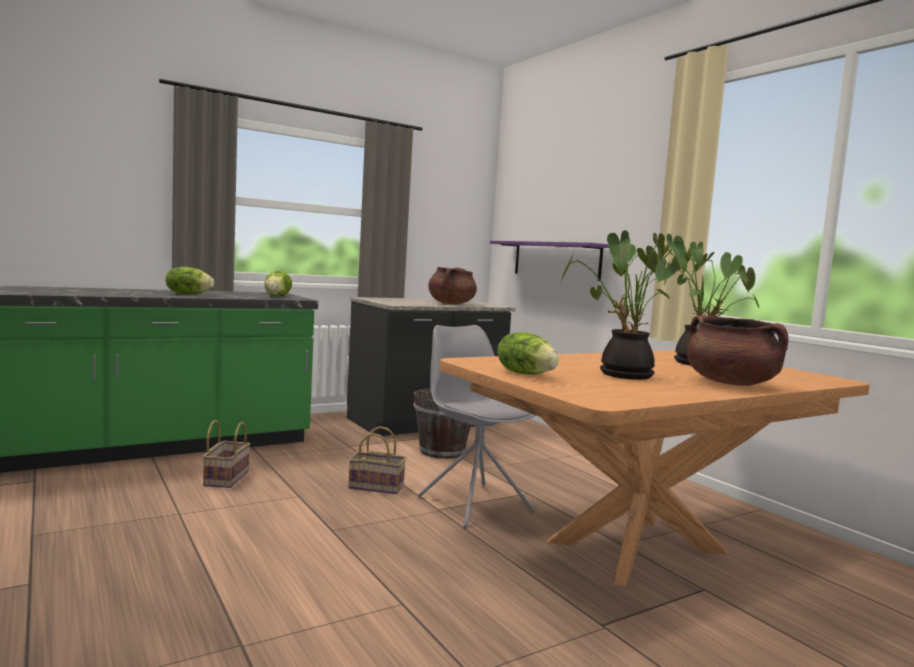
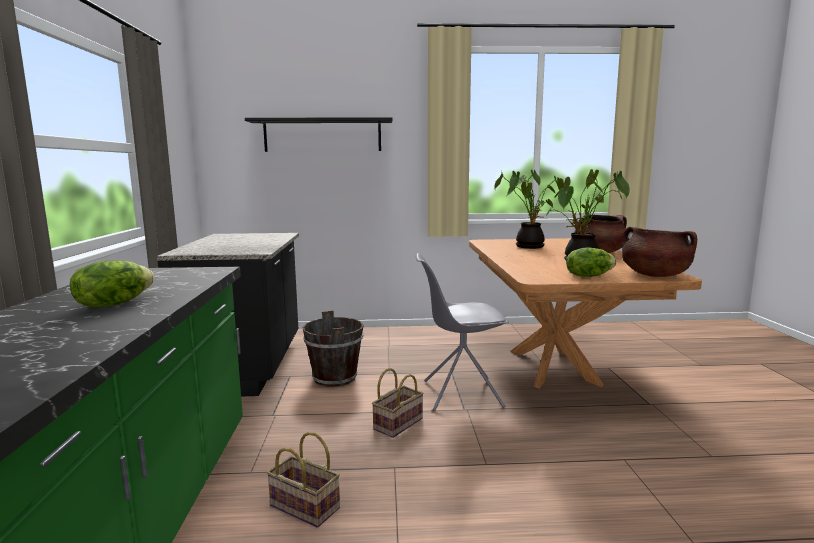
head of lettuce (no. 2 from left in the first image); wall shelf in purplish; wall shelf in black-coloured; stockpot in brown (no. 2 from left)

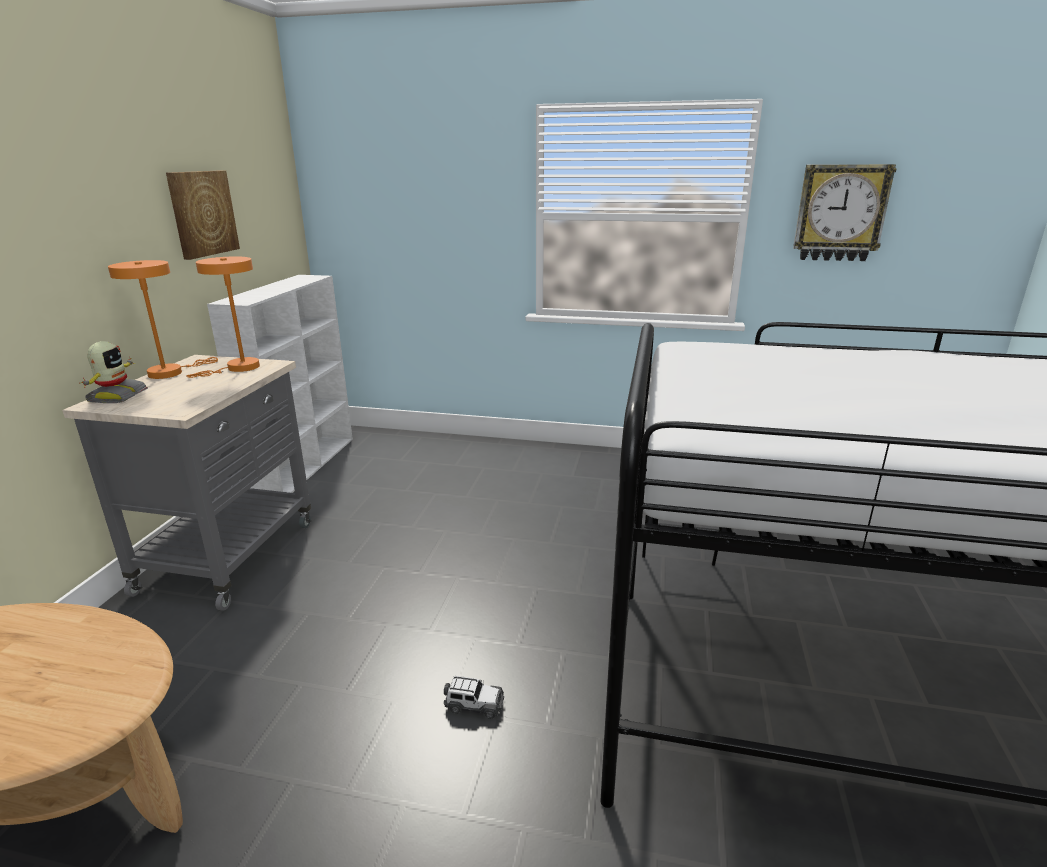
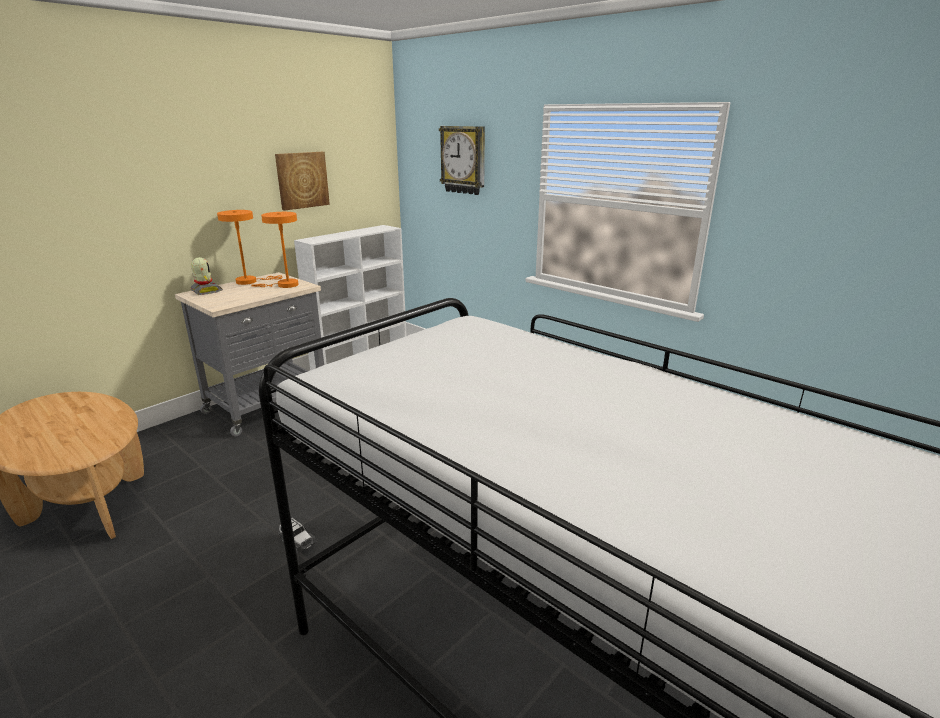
wall clock; model robot

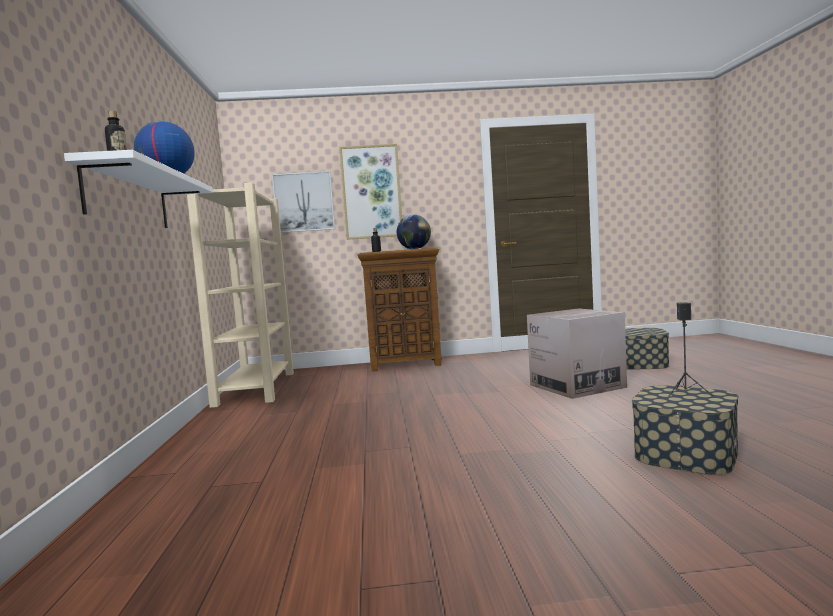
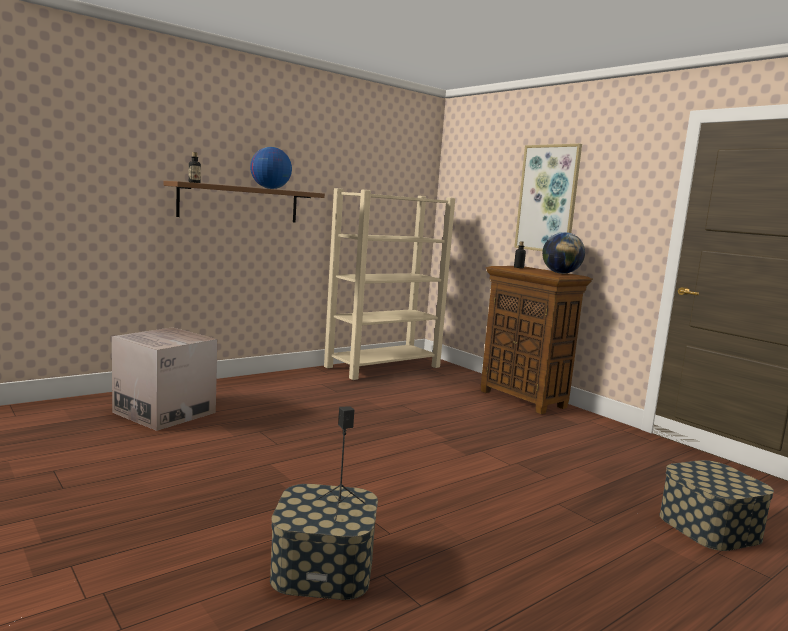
wall art (no. 1 from left in the first image); packing box; wall shelf in brown

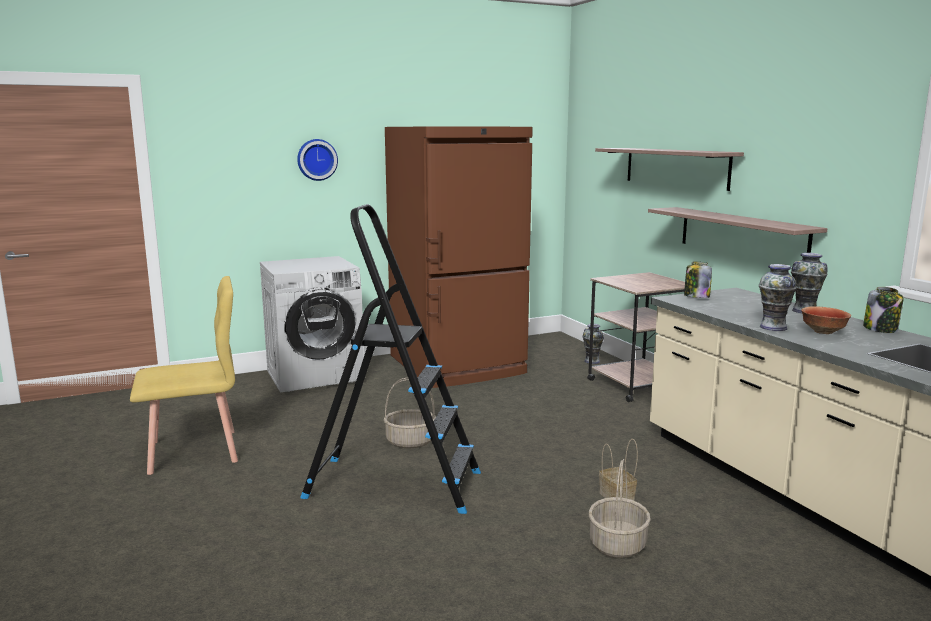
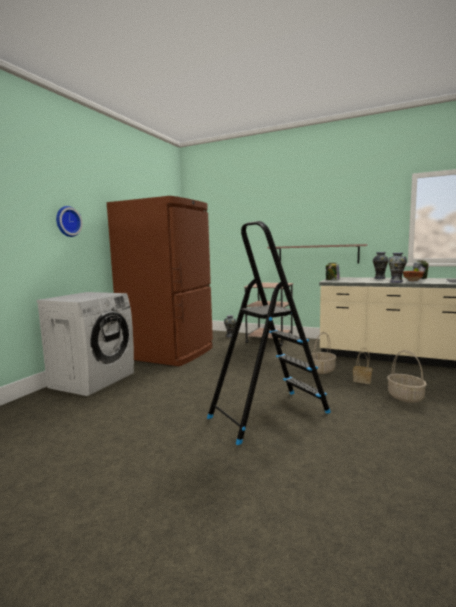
plain chair in yellow; wall shelf (no. 1 from left in the first image); storage basket (no. 1 from left)

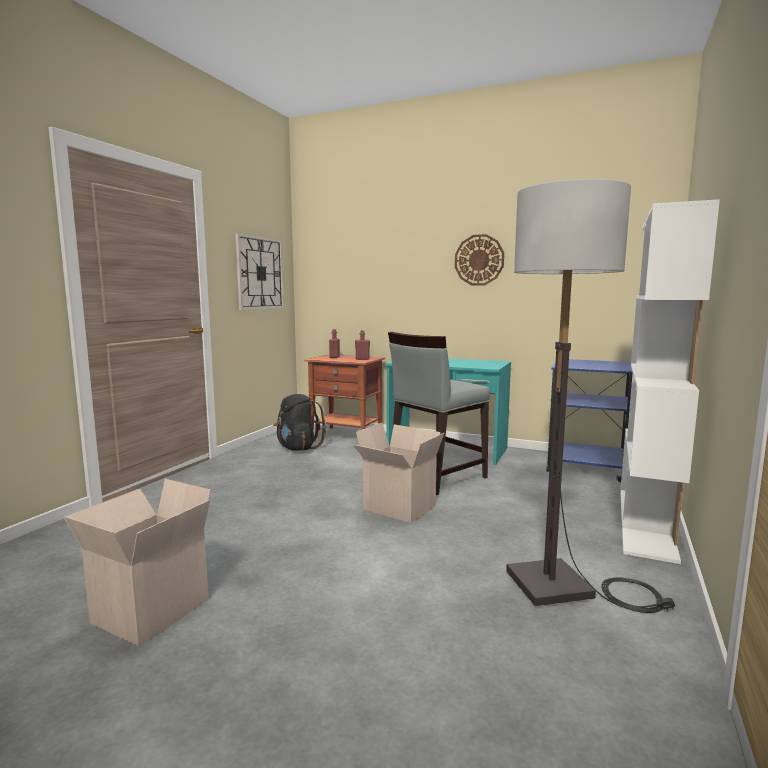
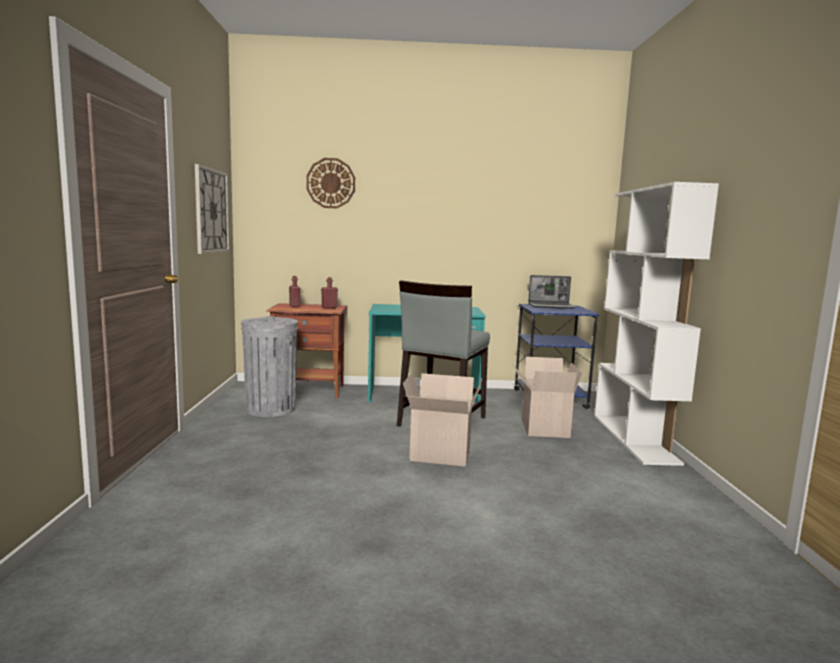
standard lamp; portable computer; packing box (no. 2 from left); wall clock (no. 2 from left); rubbish bin in gray

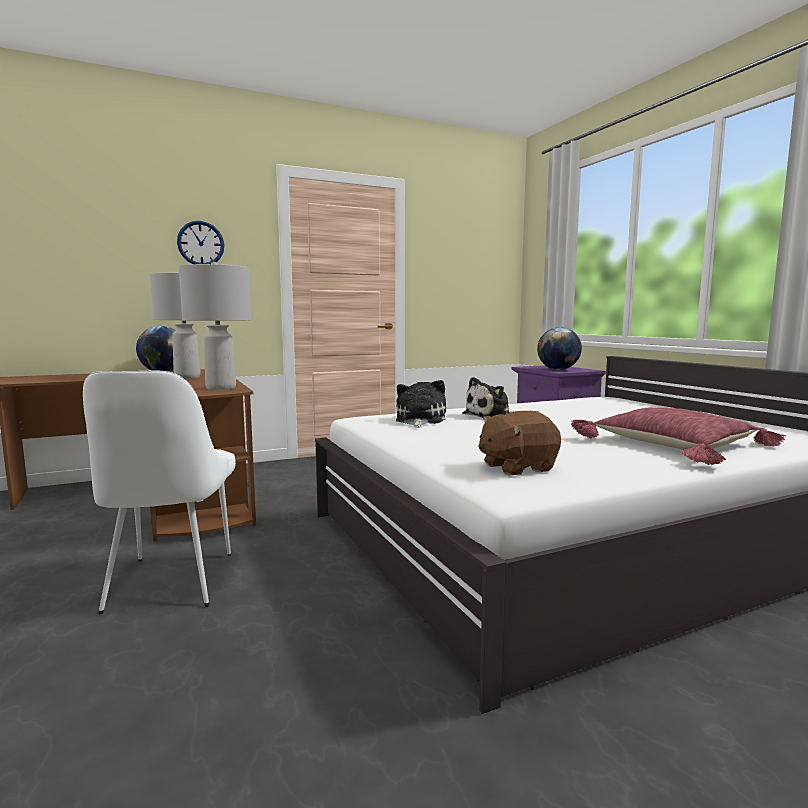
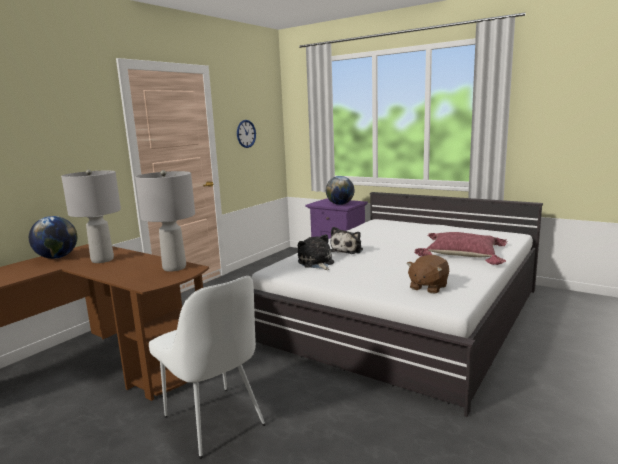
wall clock

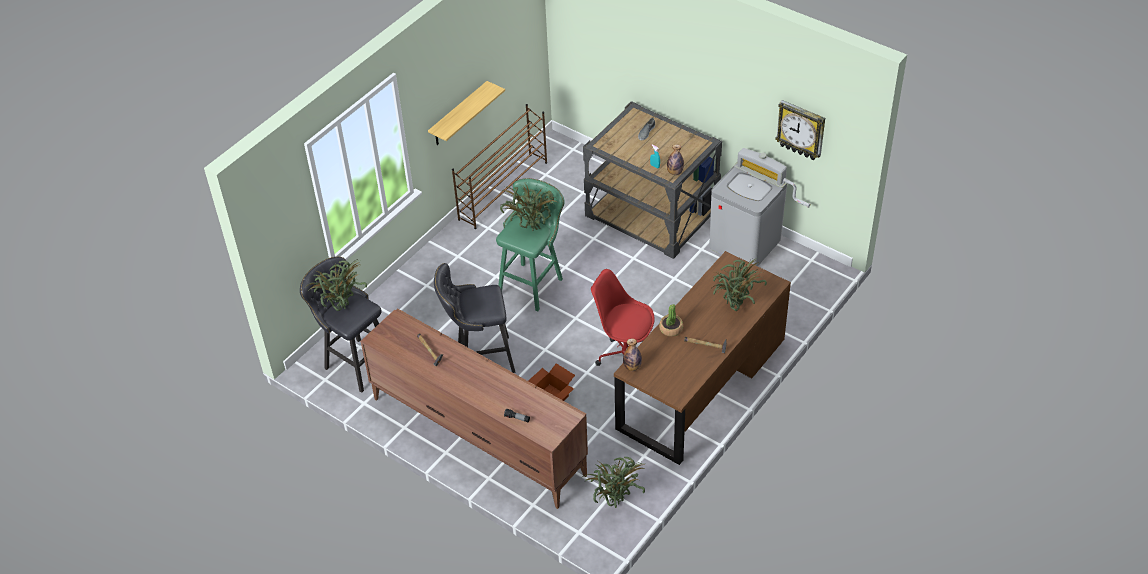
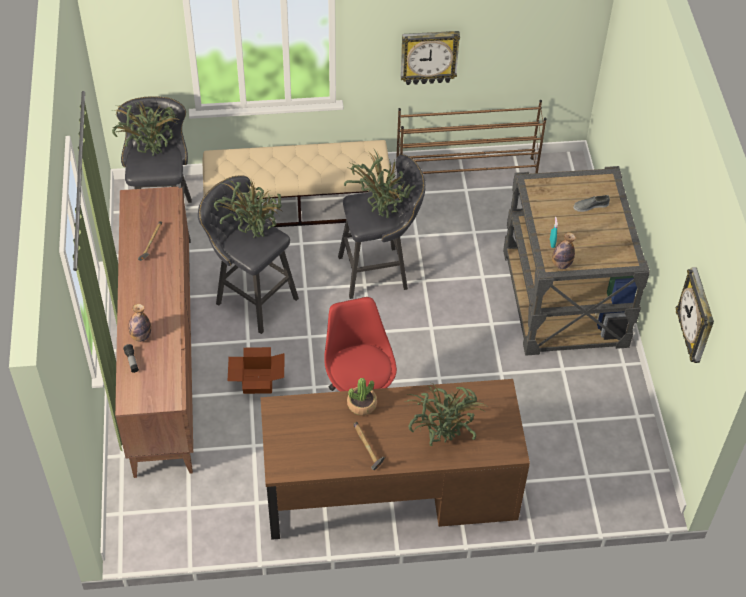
laundry appliance in gray; long seat in sand-coloured; houseplant (no. 2 from left); bottle (no. 1 from left); wall clock (no. 1 from left); stool in black-coloured (no. 3 from left)

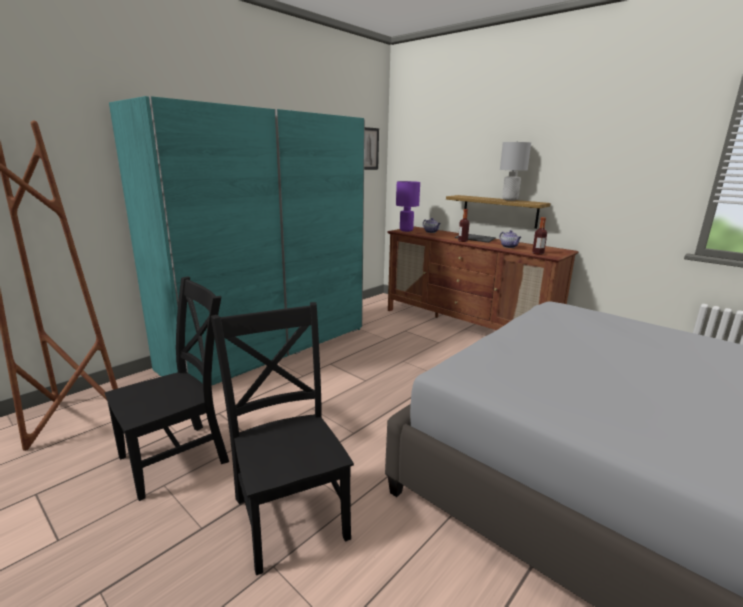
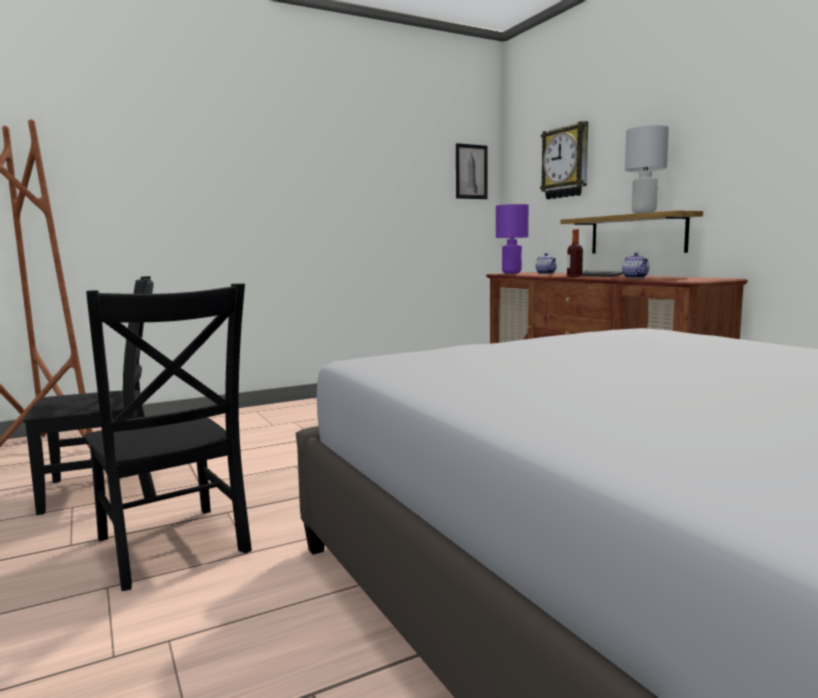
clothes cupboard in blue-green; bottle (no. 2 from left in the first image); wall clock; plain chair in black-coloured (no. 2 from left)

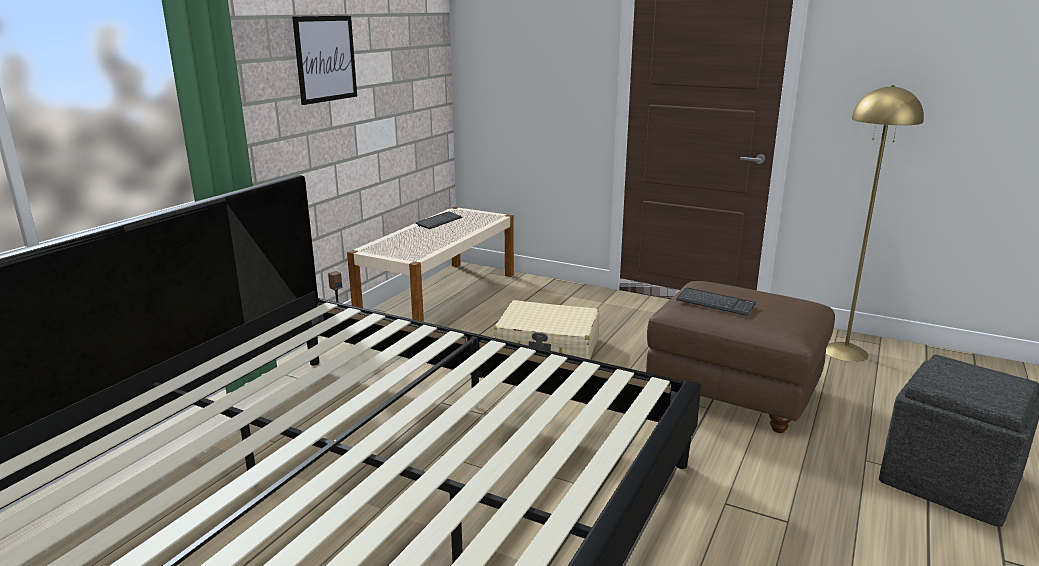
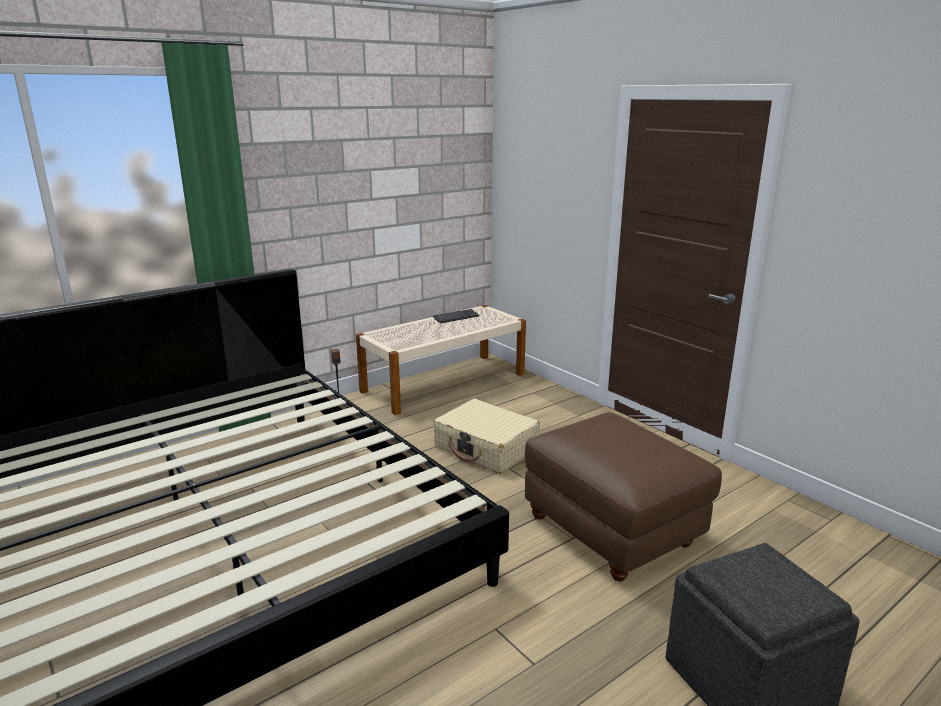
wall art; keyboard (no. 2 from left in the first image); standard lamp in yellow

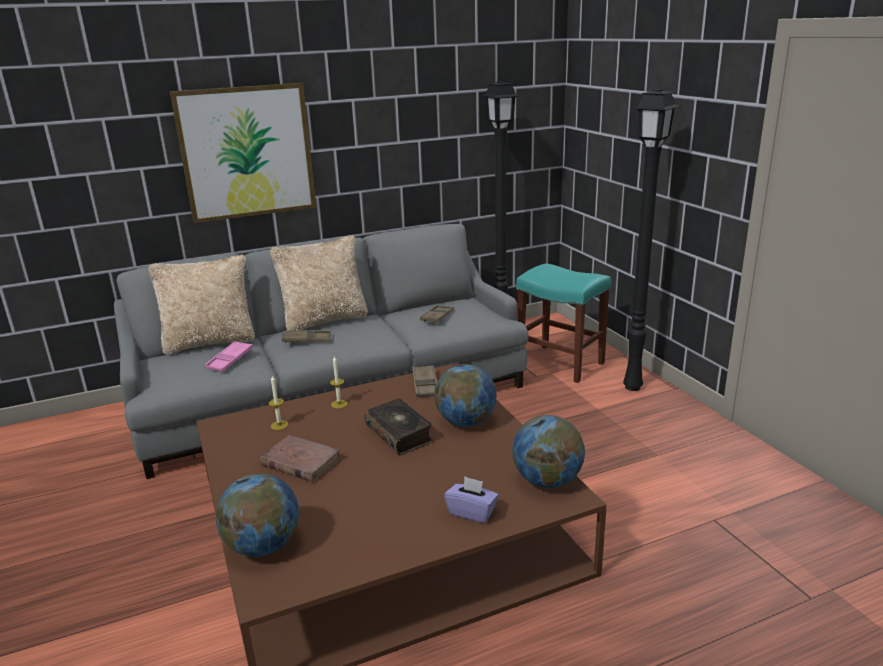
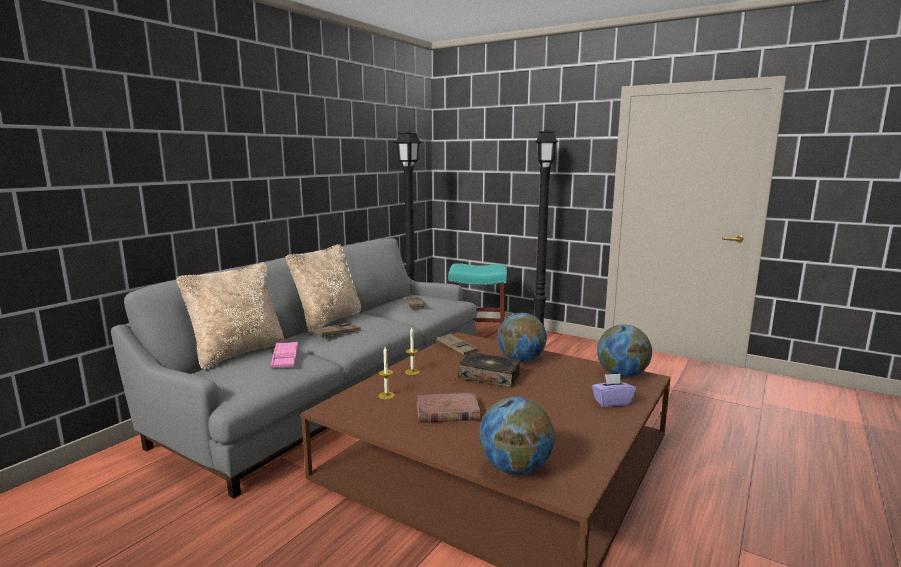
wall art

